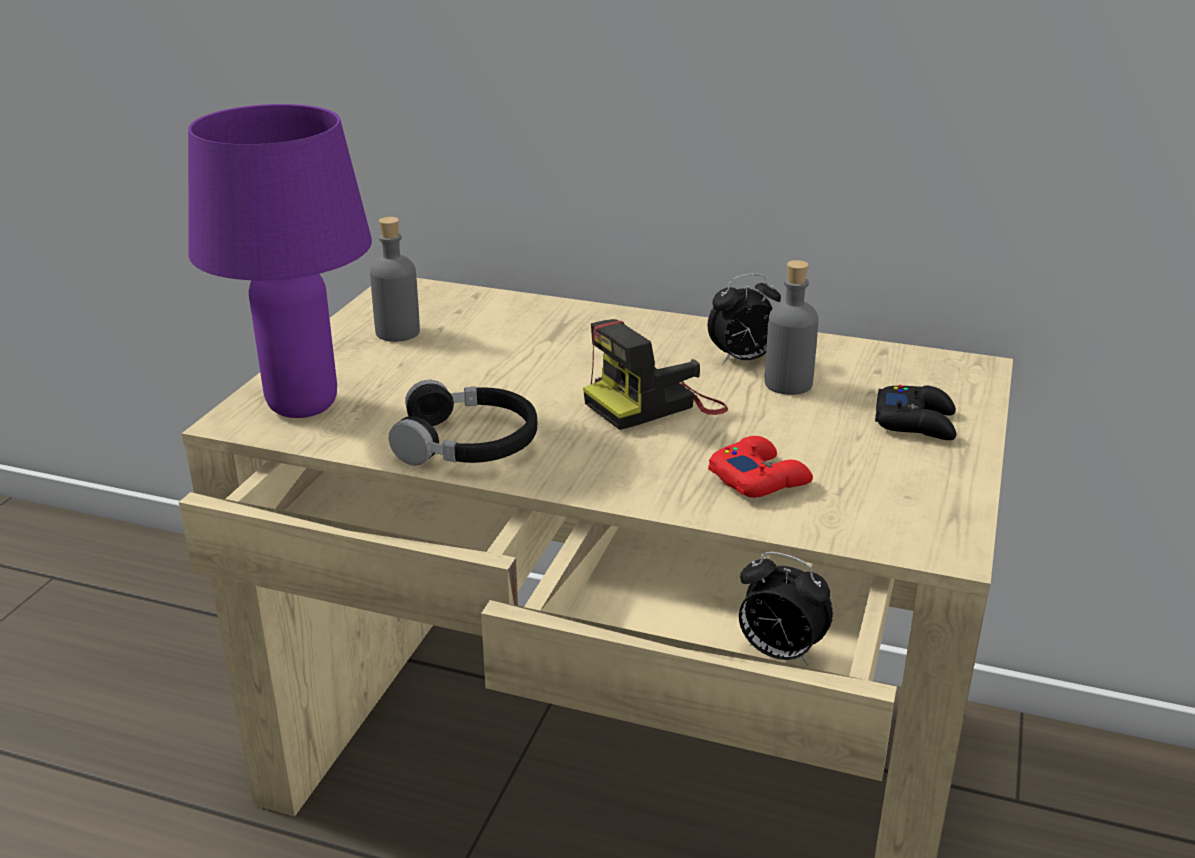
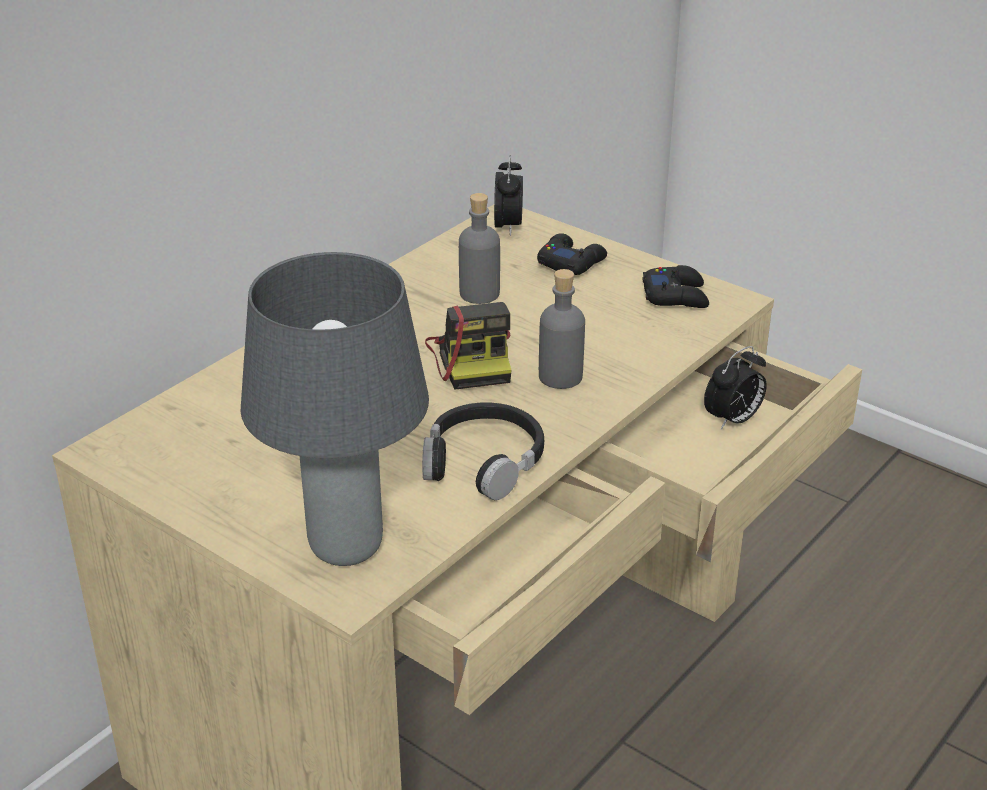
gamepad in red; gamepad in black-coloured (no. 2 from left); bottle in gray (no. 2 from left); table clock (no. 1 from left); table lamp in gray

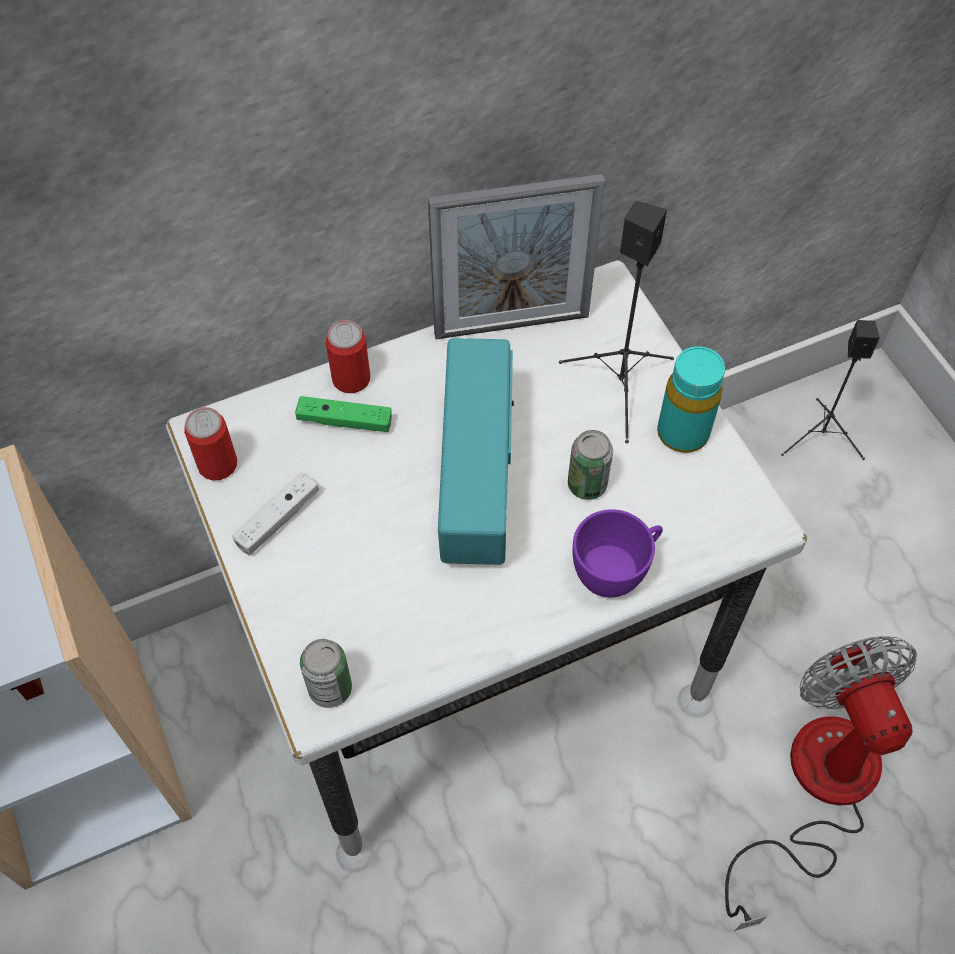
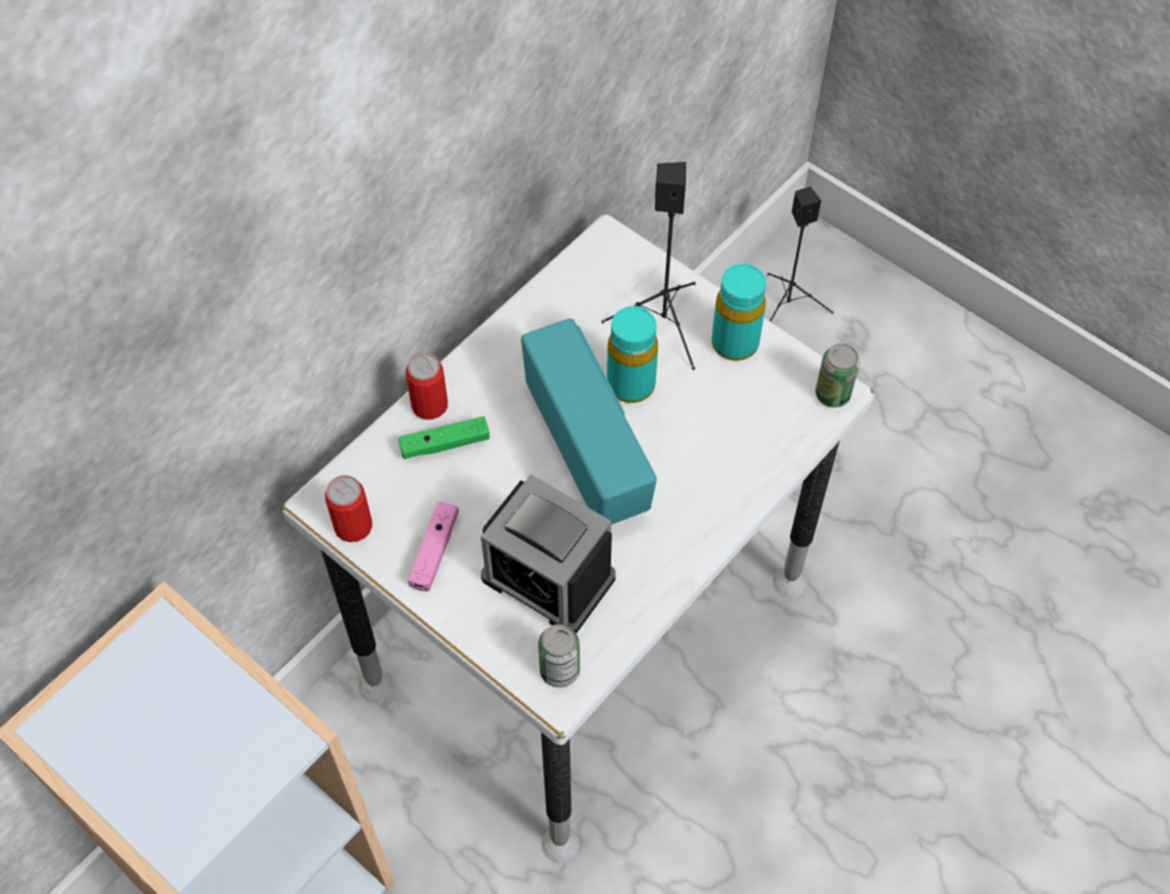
standing frame; small cup in purplish; cooling fan; table clock; bottle in blue-green (no. 1 from left); can (no. 4 from left); gamepad in pink

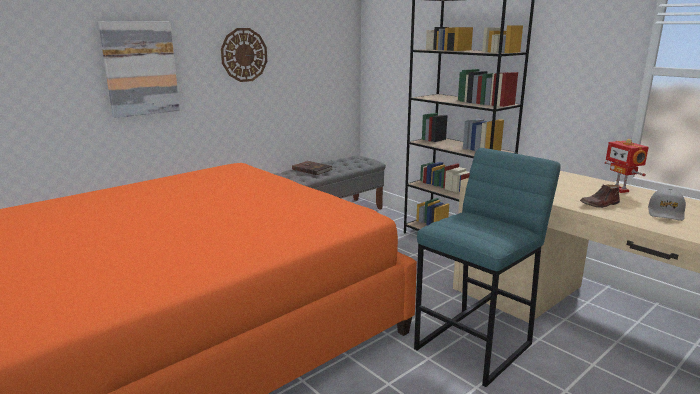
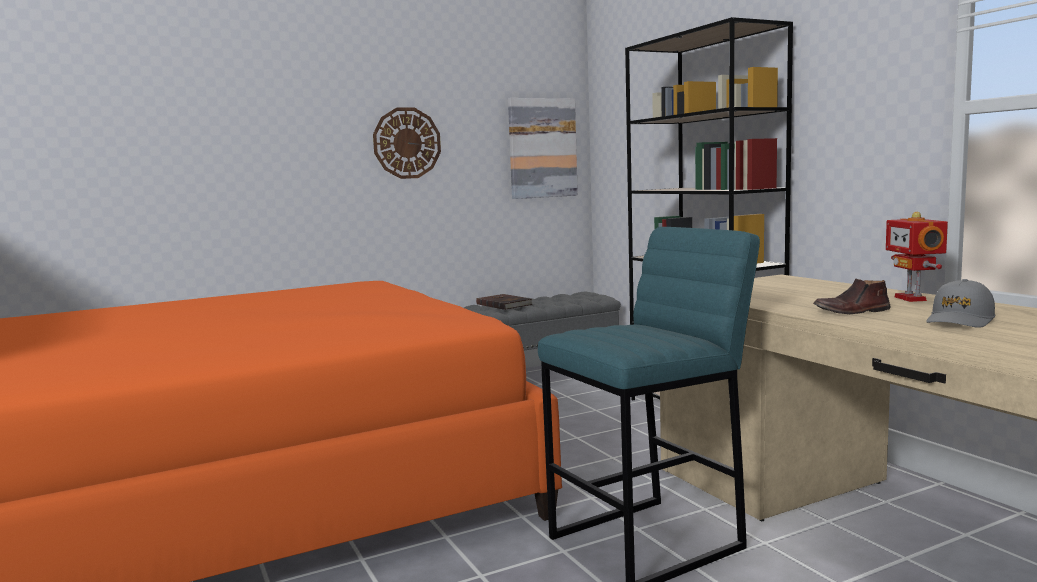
wall art

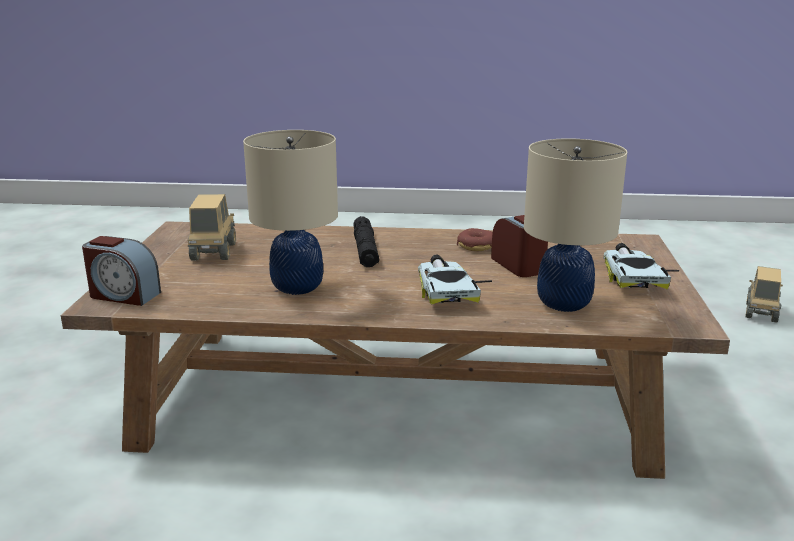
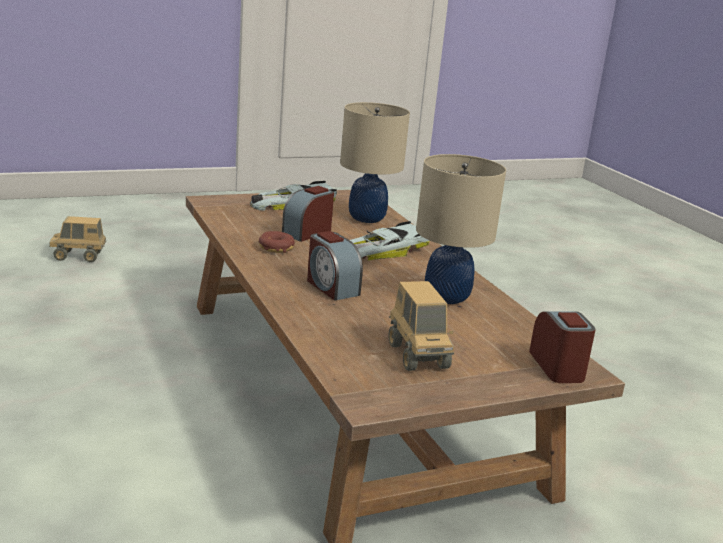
table clock (no. 2 from left); toy truck (no. 2 from left)

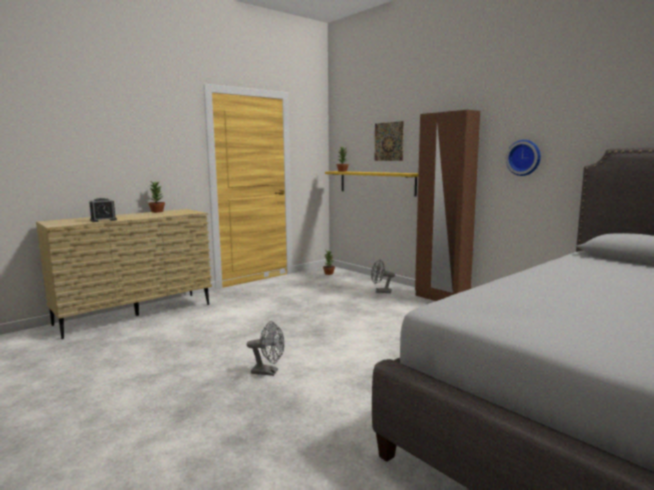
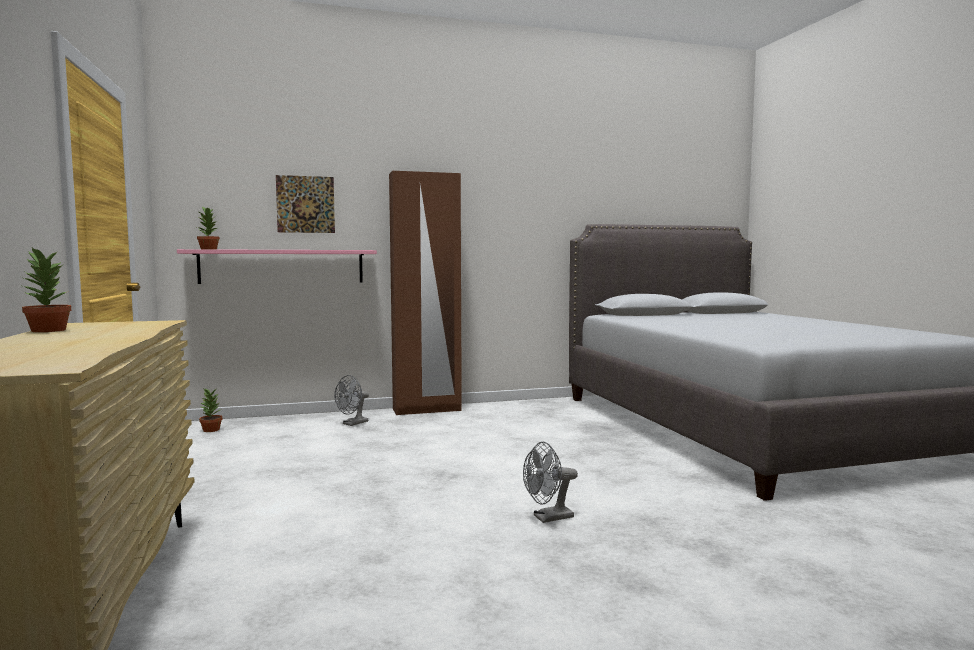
table clock; wall clock; wall shelf in pink; cooling fan in gray (no. 2 from left)

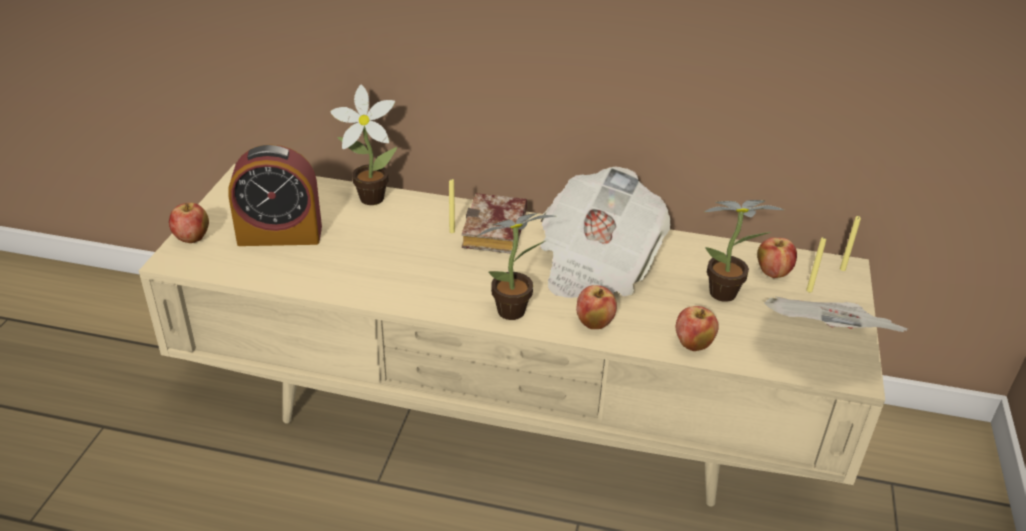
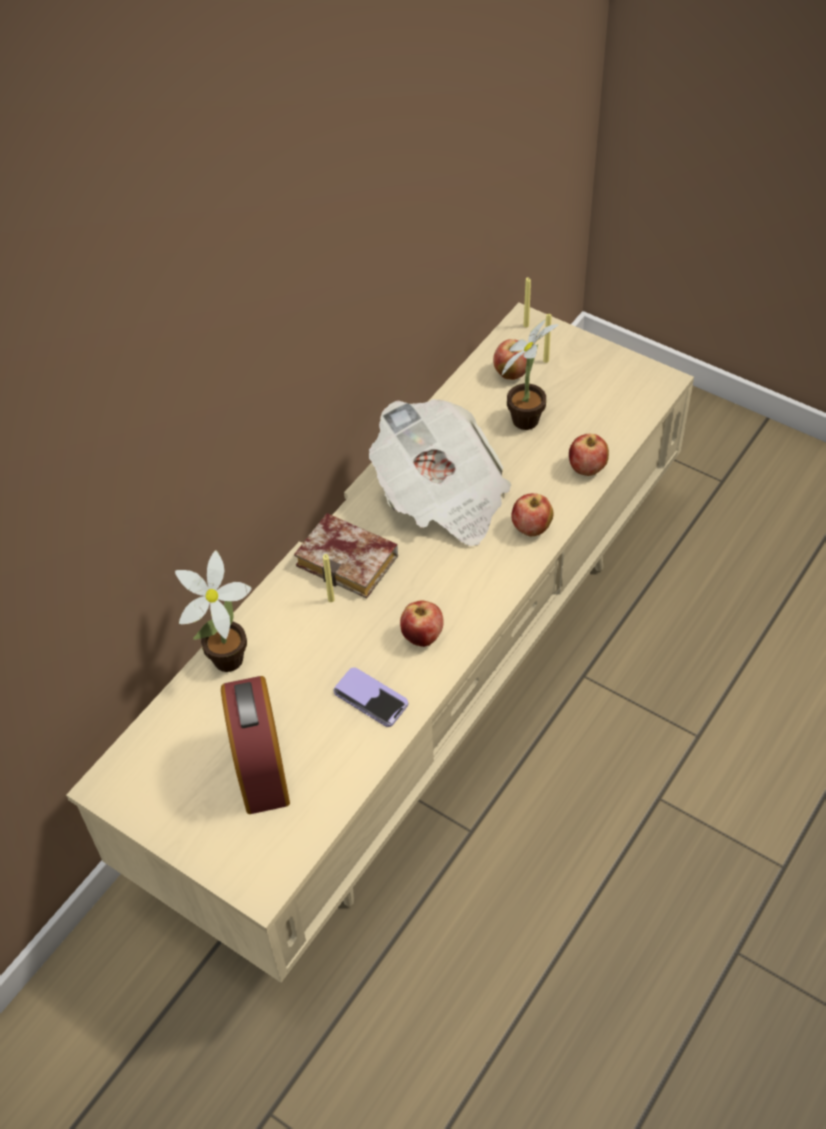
houseplant (no. 2 from left in the first image); daily paper (no. 2 from left in the first image); handset; apple fruit (no. 1 from left); table clock

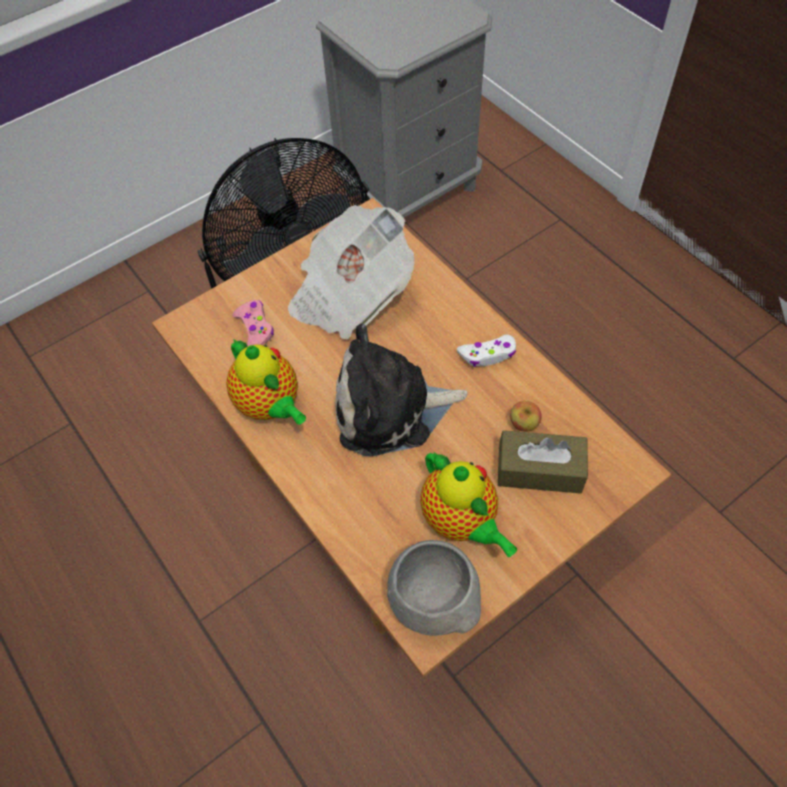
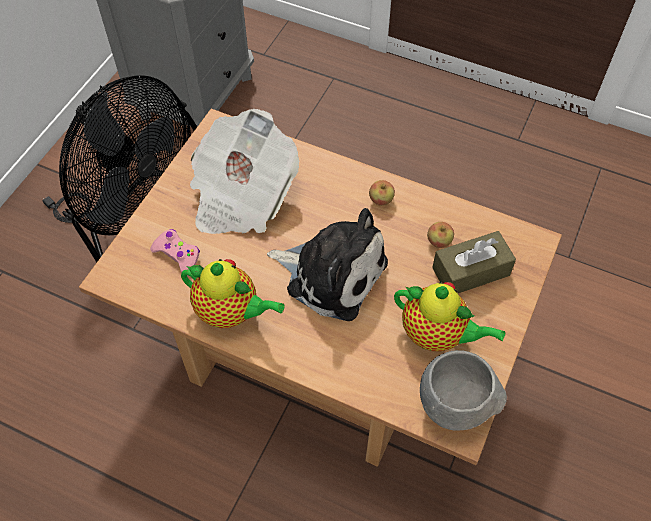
apple fruit (no. 1 from left); plush toy

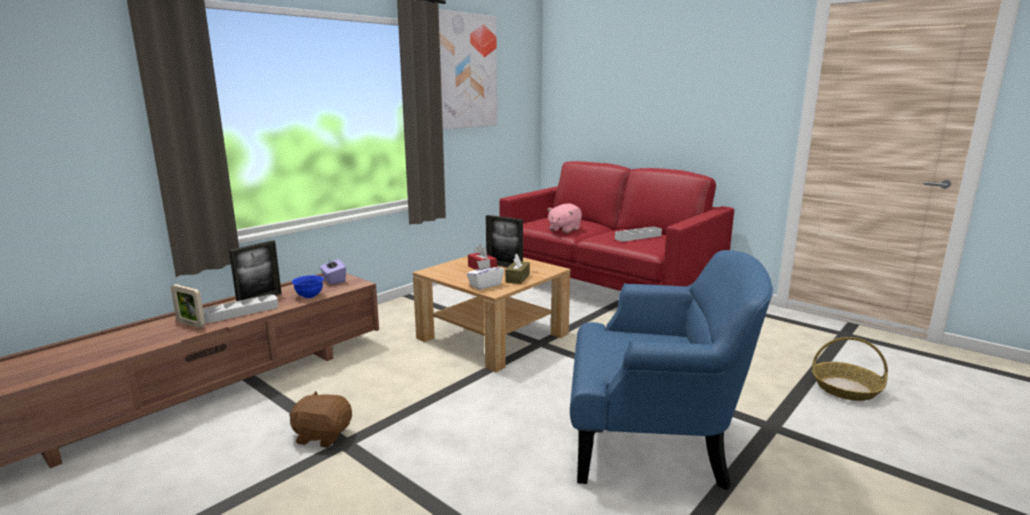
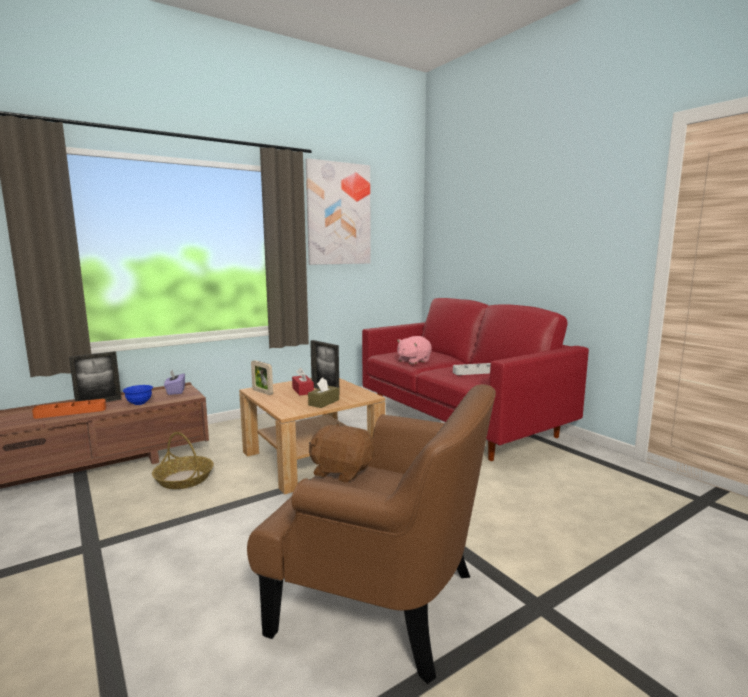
tissue box in white-coloured; standing frame (no. 2 from left); plush toy in brown; storage basket; tray in orange; easy chair in brown

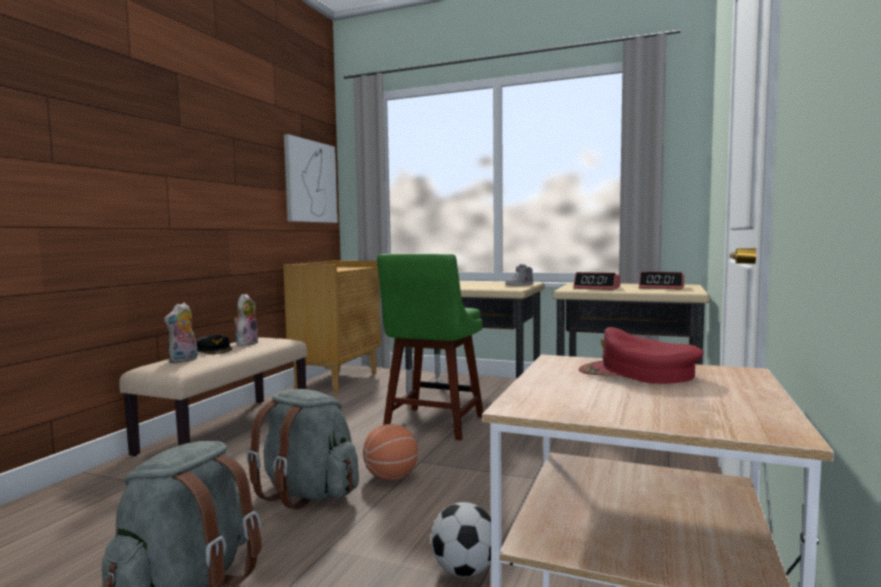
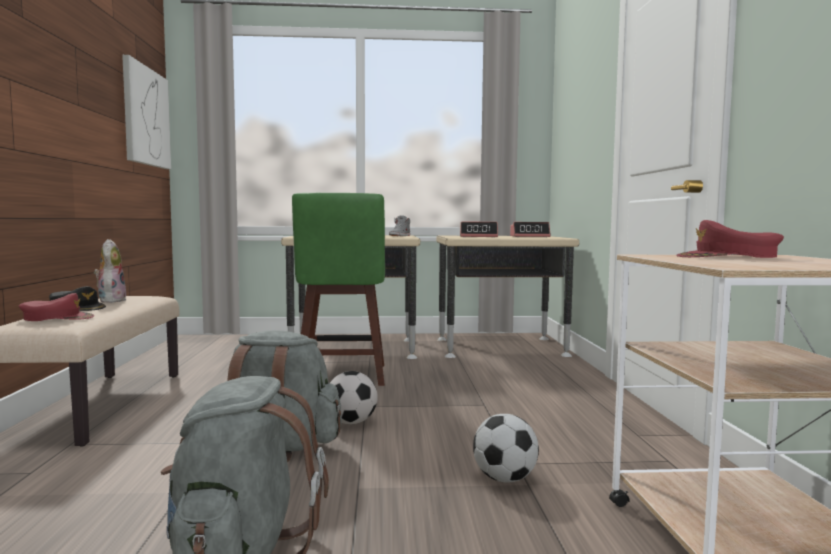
cabinet in brown; peaked cap in red (no. 1 from left); football (no. 1 from left)

